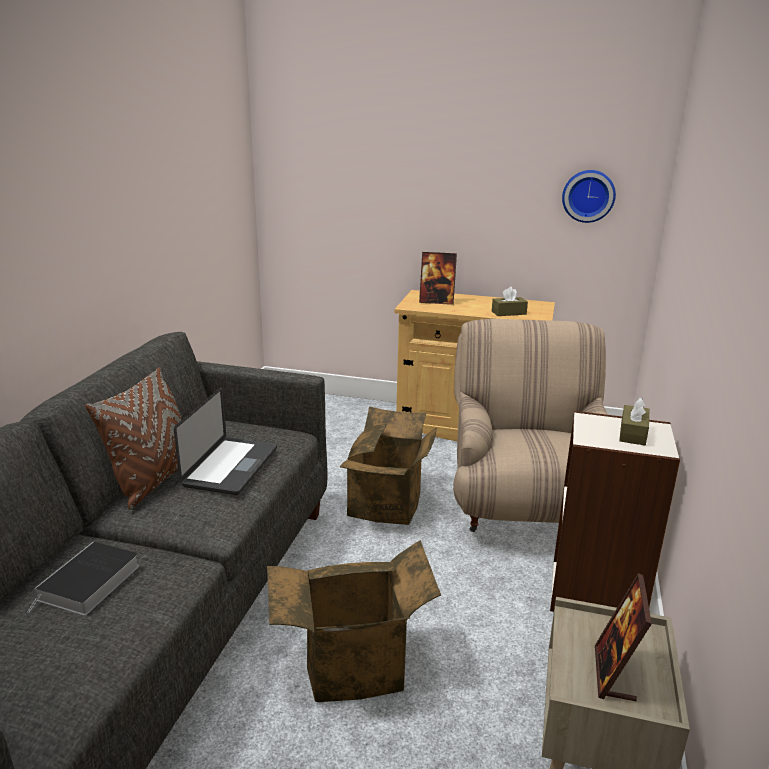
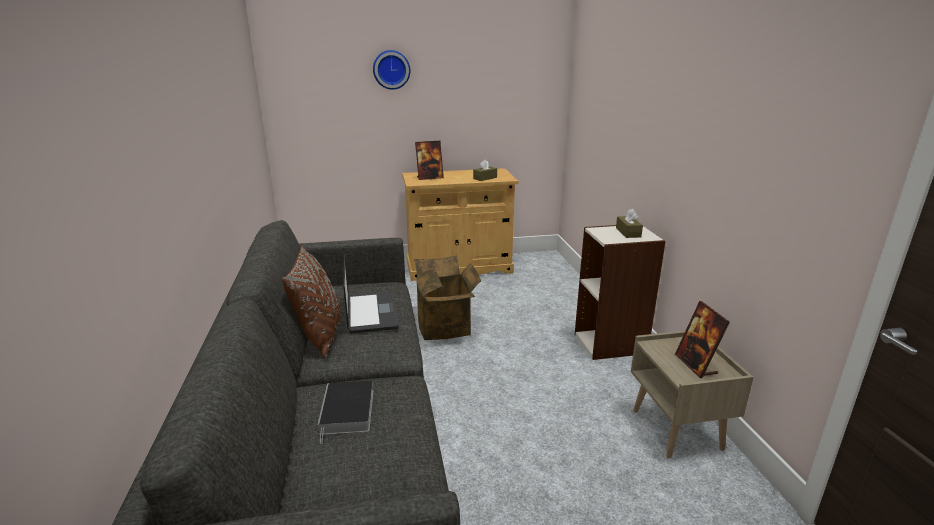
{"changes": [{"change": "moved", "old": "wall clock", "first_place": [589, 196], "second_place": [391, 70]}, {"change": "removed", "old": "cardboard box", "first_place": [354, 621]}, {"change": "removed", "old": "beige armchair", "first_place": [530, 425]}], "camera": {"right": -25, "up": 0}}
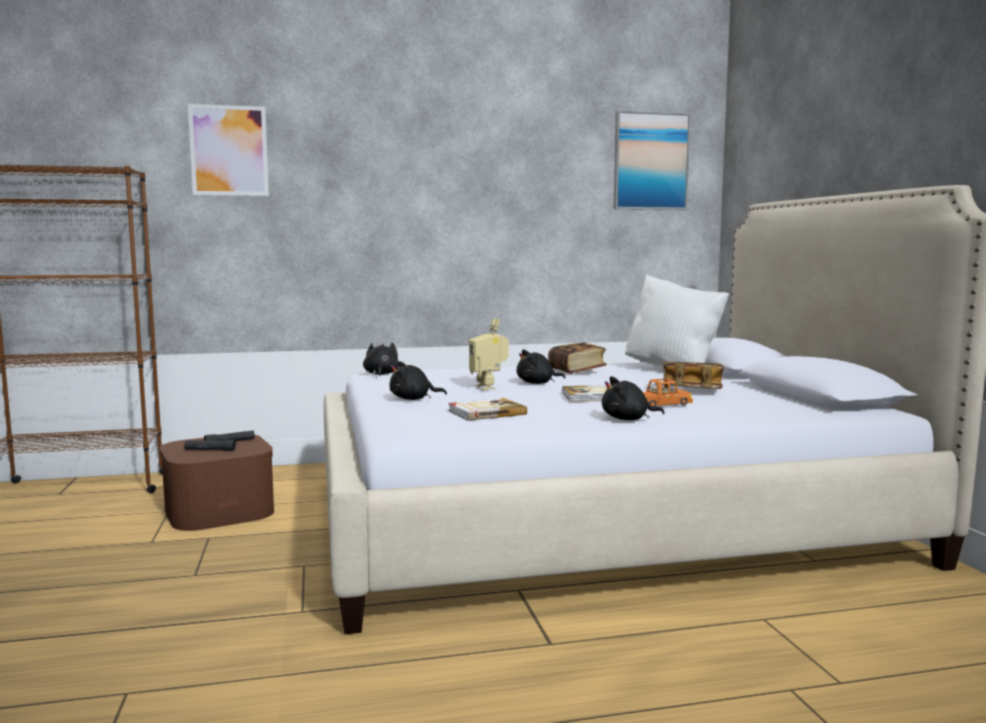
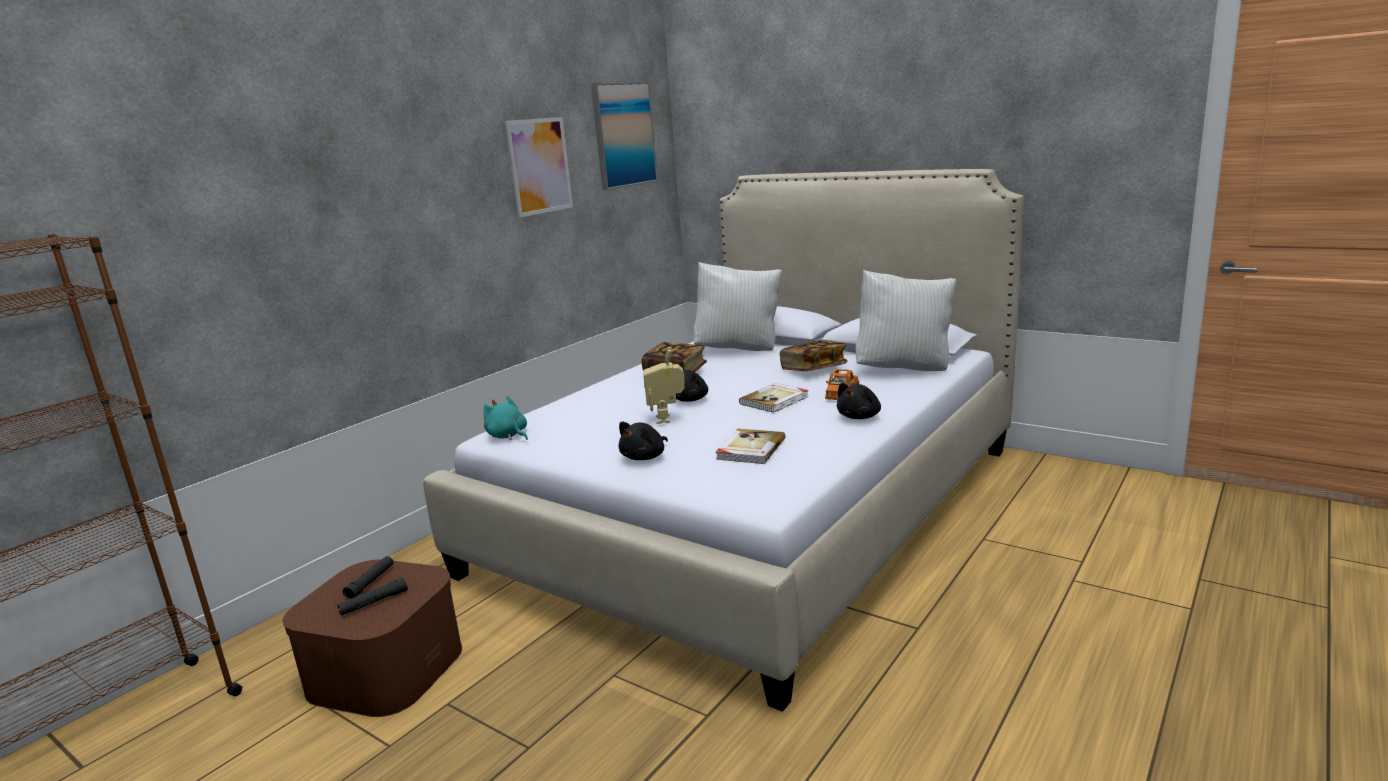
{"changes": [{"change": "recoloured", "old": "black plush toy", "new": "turquoise plush toy", "first_place": [381, 359], "second_place": [505, 418]}, {"change": "moved", "old": "picture", "first_place": [228, 150], "second_place": [538, 167]}, {"change": "turned", "old": "toy robot", "first_place": [489, 354], "second_place": [664, 385], "degrees": 60}, {"change": "added", "new": "white pillow", "second_place": [905, 320]}], "camera": {"right": -40, "up": 10}}
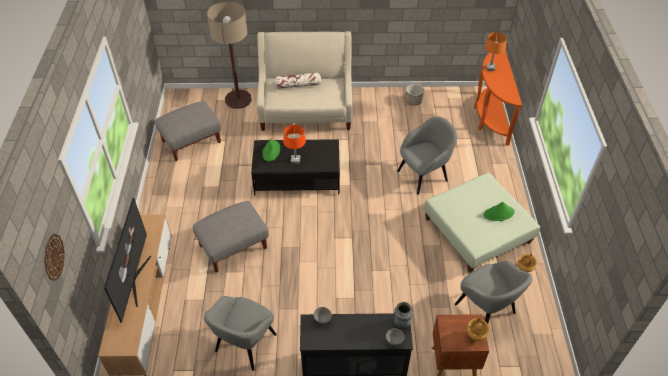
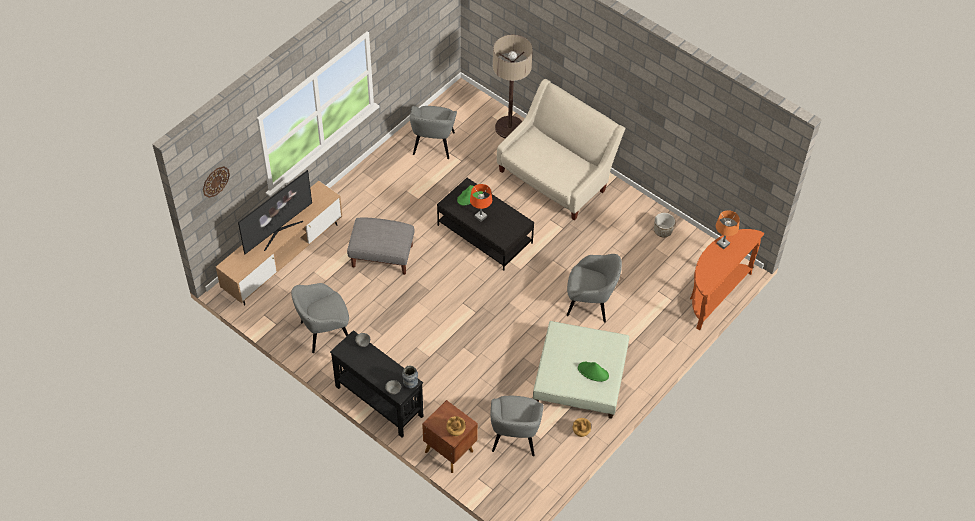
{"changes": [{"change": "replaced", "old": "grey ottoman", "new": "grey armchair", "first_place": [188, 131], "second_place": [433, 132]}, {"change": "removed", "old": "pillow", "first_place": [297, 80]}], "camera": {"right": 40, "up": 5}}
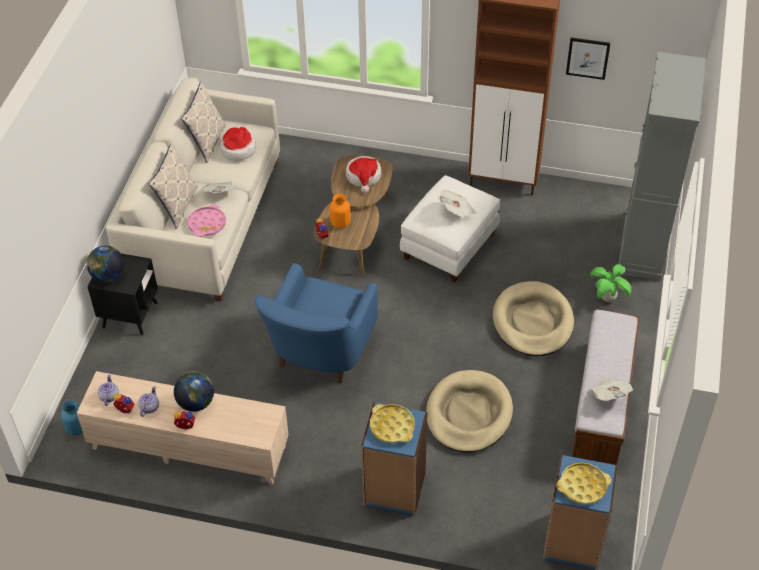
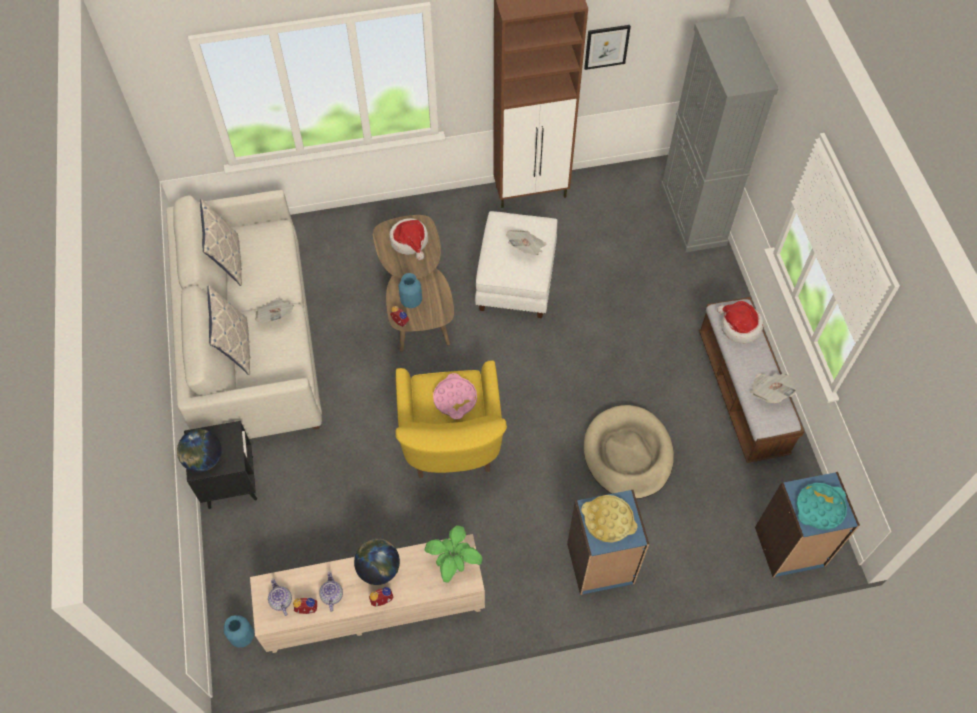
{"changes": [{"change": "recoloured", "old": "blue armchair", "new": "yellow armchair", "first_place": [316, 323], "second_place": [451, 419]}, {"change": "recoloured", "old": "orange vase", "new": "blue vase", "first_place": [340, 211], "second_place": [410, 290]}, {"change": "moved", "old": "potted plant", "first_place": [611, 283], "second_place": [453, 554]}, {"change": "moved", "old": "pink tray", "first_place": [207, 220], "second_place": [455, 396]}, {"change": "moved", "old": "hat", "first_place": [238, 144], "second_place": [740, 322]}, {"change": "recoloured", "old": "yellow tray", "new": "turquoise tray", "first_place": [583, 483], "second_place": [821, 506]}, {"change": "removed", "old": "beige dog bed", "first_place": [533, 318]}], "camera": {"right": -25, "up": 10}}
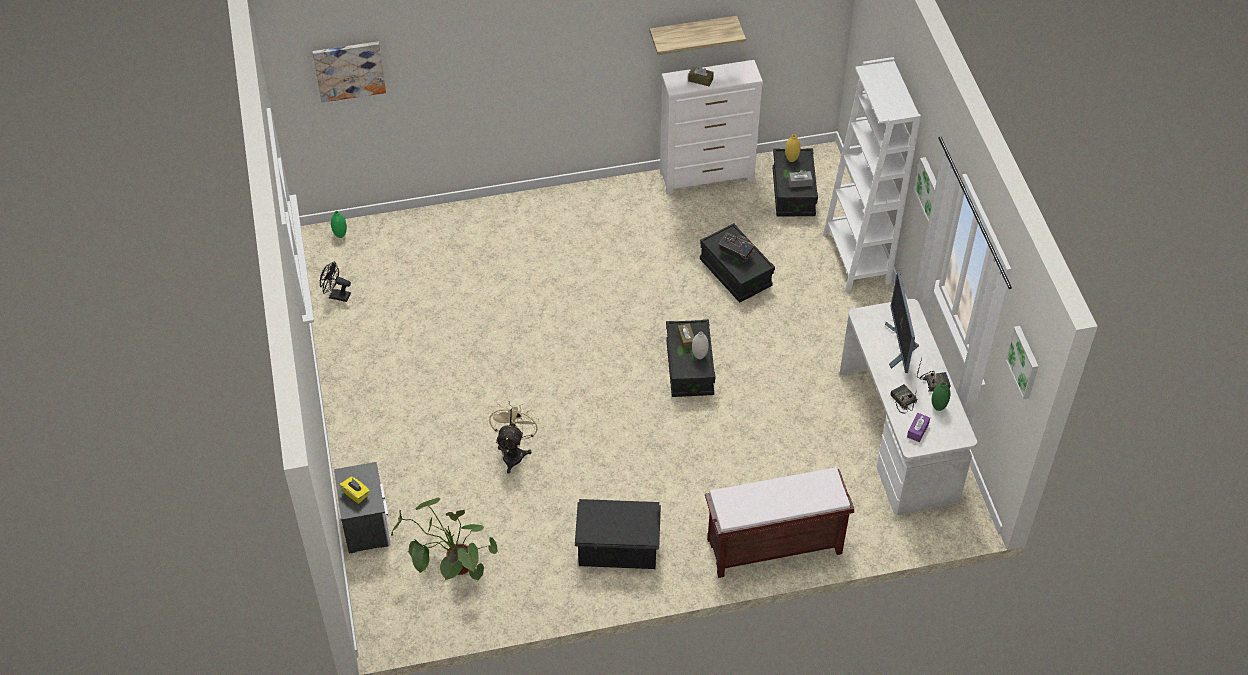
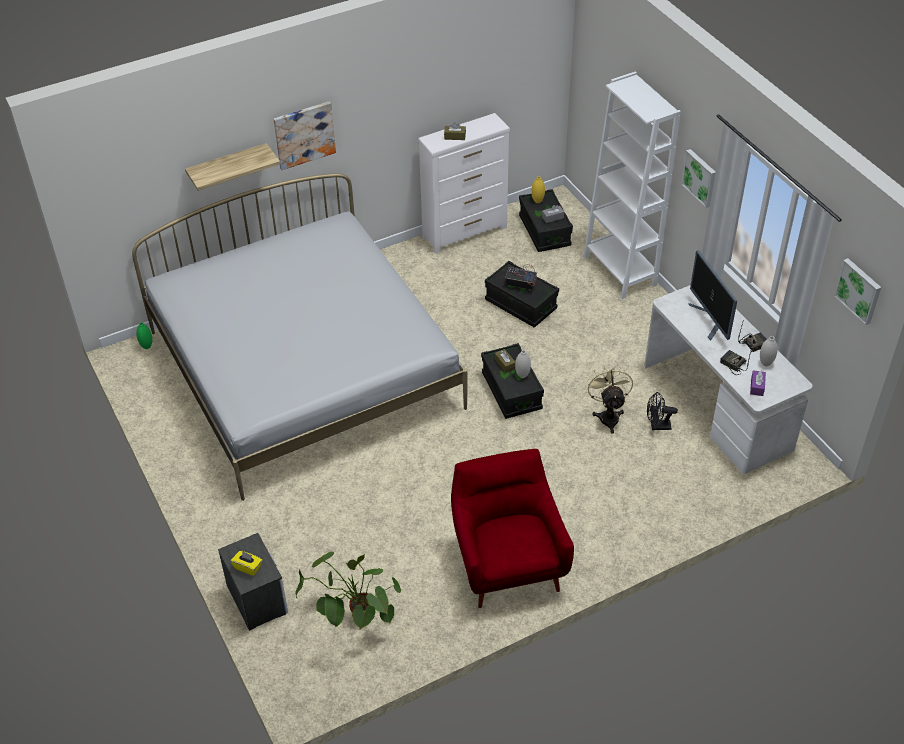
{"changes": [{"change": "added", "new": "white bed", "second_place": [299, 337]}, {"change": "moved", "old": "shelf", "first_place": [698, 35], "second_place": [232, 167]}, {"change": "moved", "old": "picture", "first_place": [349, 72], "second_place": [304, 135]}, {"change": "replaced", "old": "black storage box", "new": "red armchair", "first_place": [618, 534], "second_place": [512, 528]}, {"change": "moved", "old": "beige fan", "first_place": [514, 437], "second_place": [610, 399]}, {"change": "moved", "old": "black fan", "first_place": [335, 282], "second_place": [662, 411]}, {"change": "recoloured", "old": "green vase", "new": "white vase", "first_place": [941, 396], "second_place": [769, 351]}, {"change": "removed", "old": "brown bench", "first_place": [779, 522]}], "camera": {"right": -15, "up": -5}}
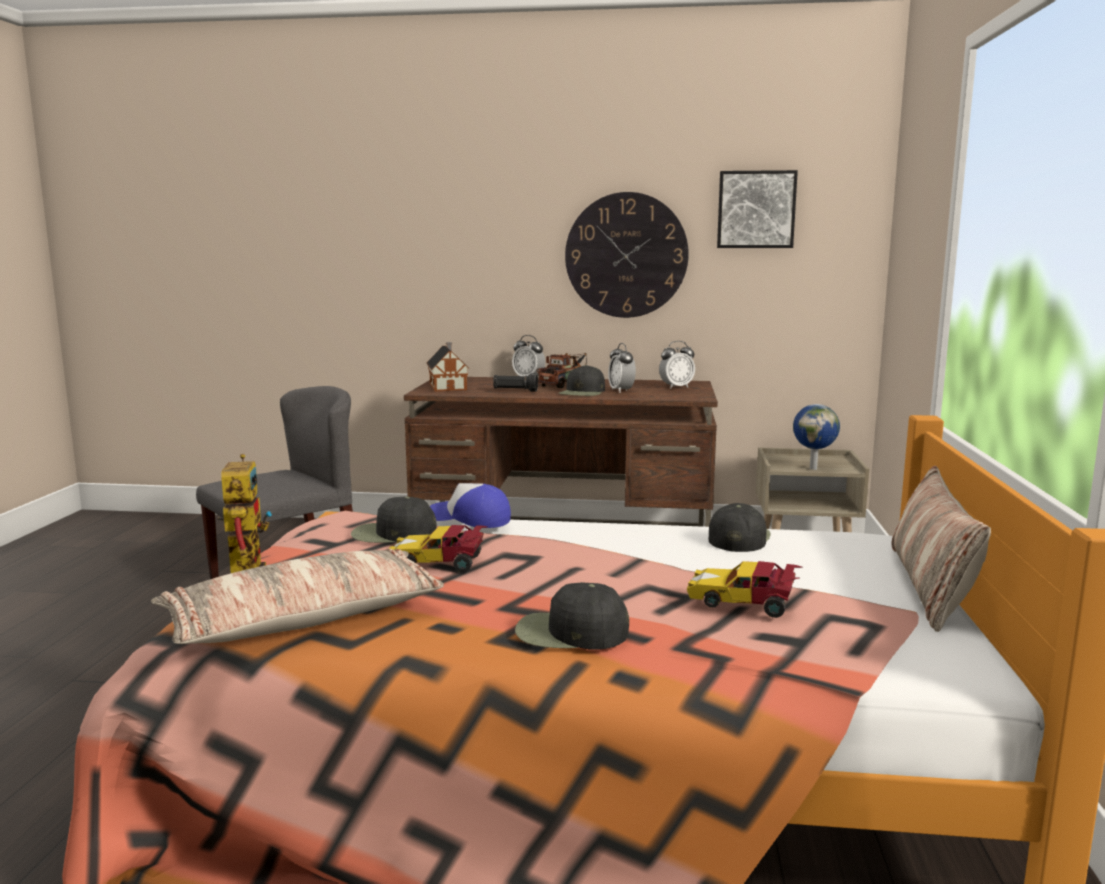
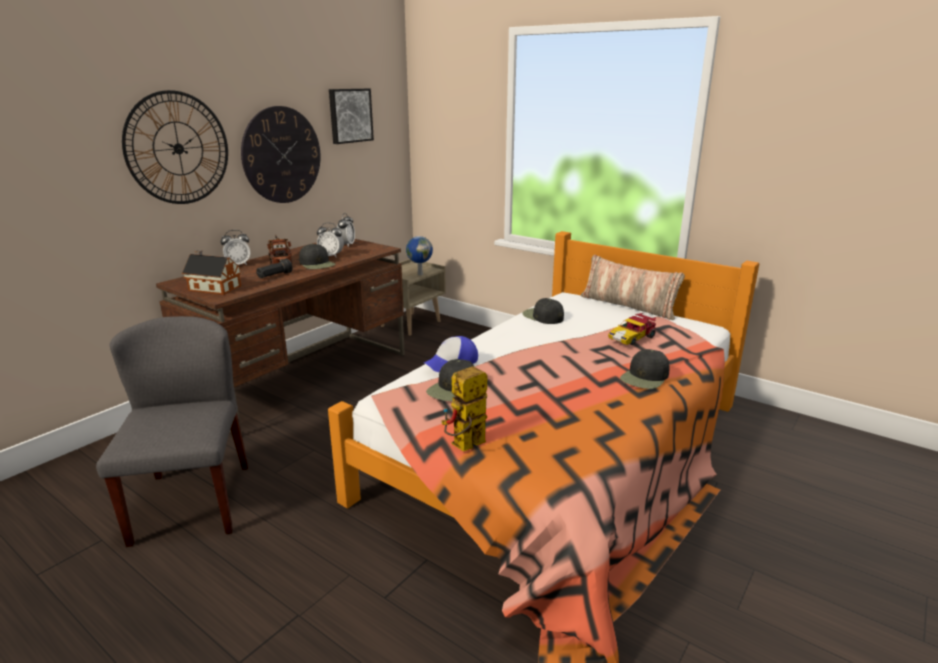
{"changes": [{"change": "added", "new": "wall clock", "second_place": [175, 147]}, {"change": "turned", "old": "toy robot", "first_place": [244, 513], "second_place": [464, 409], "degrees": -60}, {"change": "removed", "old": "pillow", "first_place": [297, 596]}, {"change": "removed", "old": "toy car", "first_place": [437, 548]}], "camera": {"right": -60, "up": 10}}
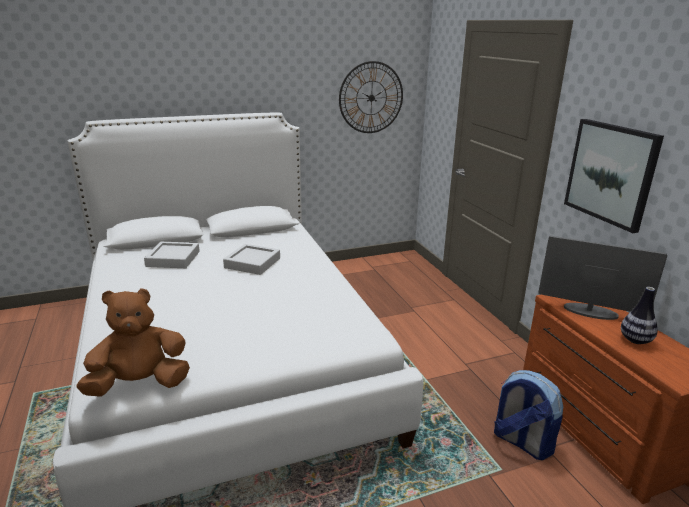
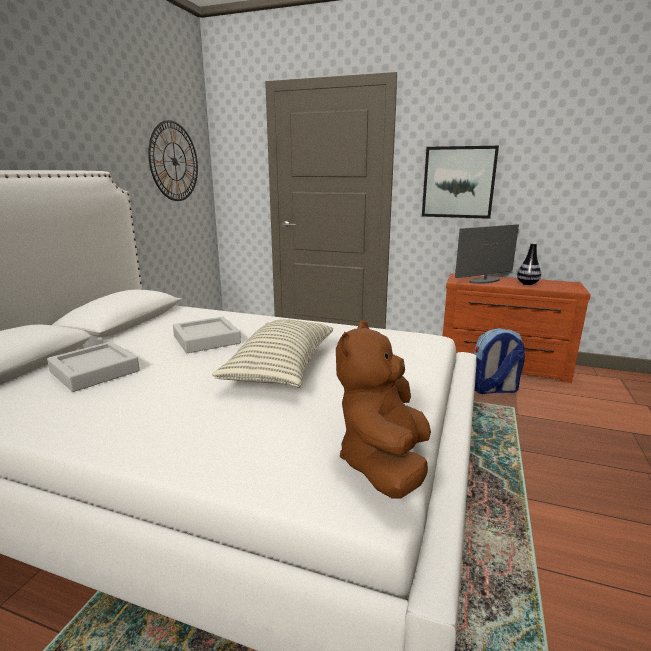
{"changes": [{"change": "added", "new": "pillow", "second_place": [272, 353]}], "camera": {"right": -50, "up": -5}}
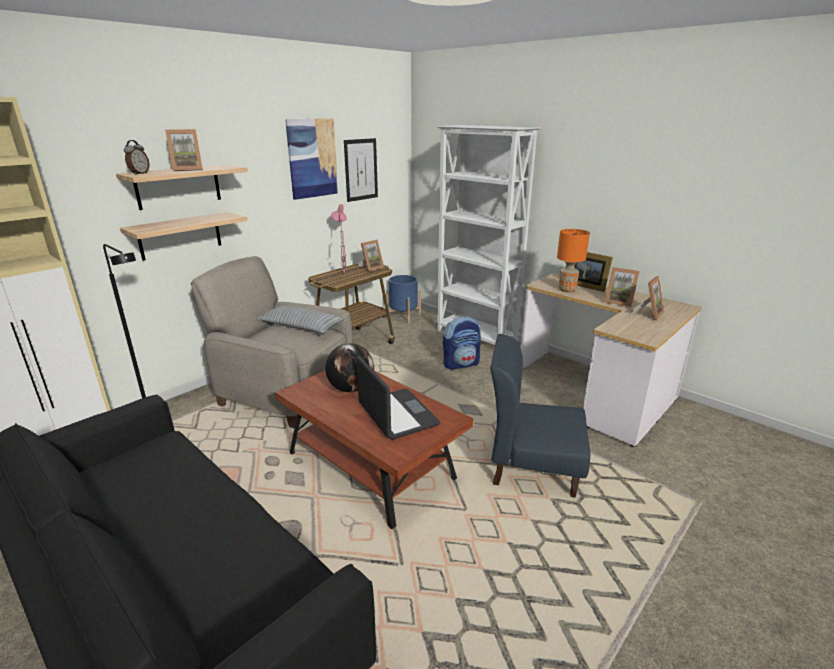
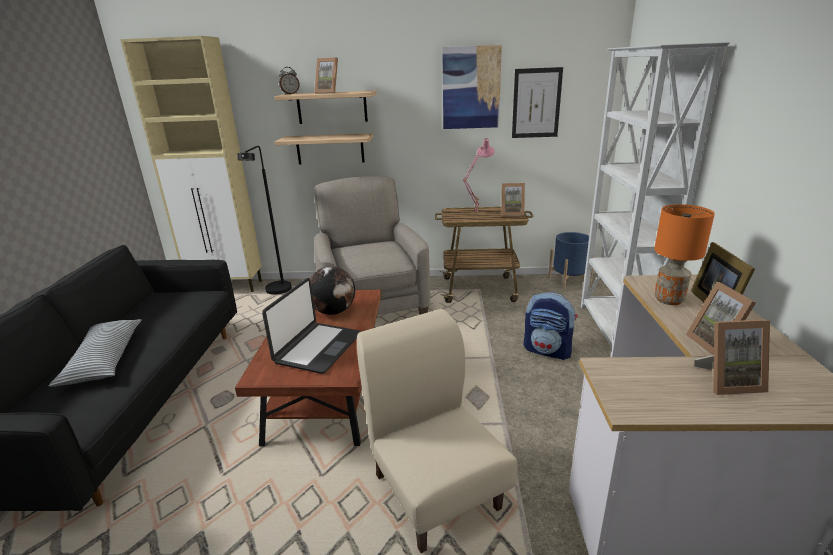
{"changes": [{"change": "moved", "old": "pillow", "first_place": [300, 319], "second_place": [95, 353]}, {"change": "recoloured", "old": "blue chair", "new": "beige chair", "first_place": [540, 416], "second_place": [437, 431]}], "camera": {"right": 50, "up": 0}}
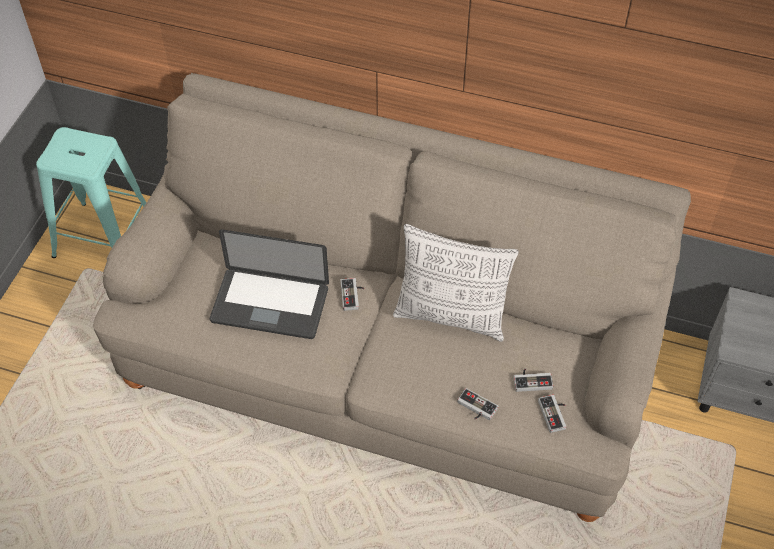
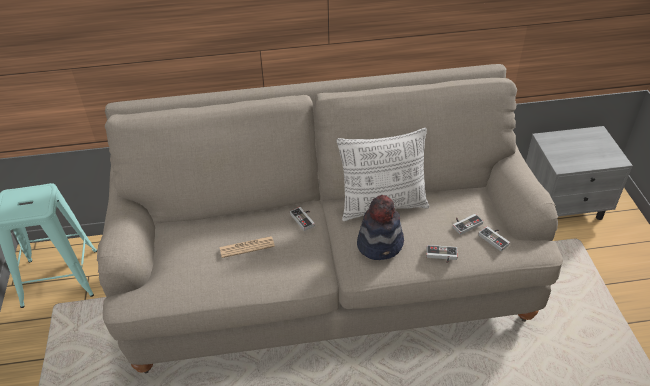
{"changes": [{"change": "replaced", "old": "laptop", "new": "newspaper", "first_place": [269, 284], "second_place": [247, 247]}, {"change": "added", "new": "hat", "second_place": [380, 227]}], "camera": {"right": -25, "up": -10}}
